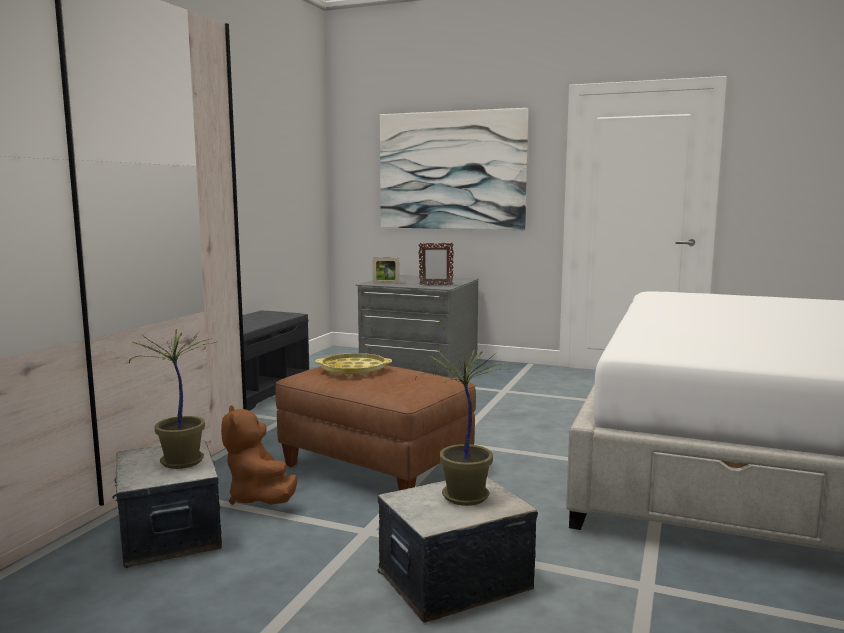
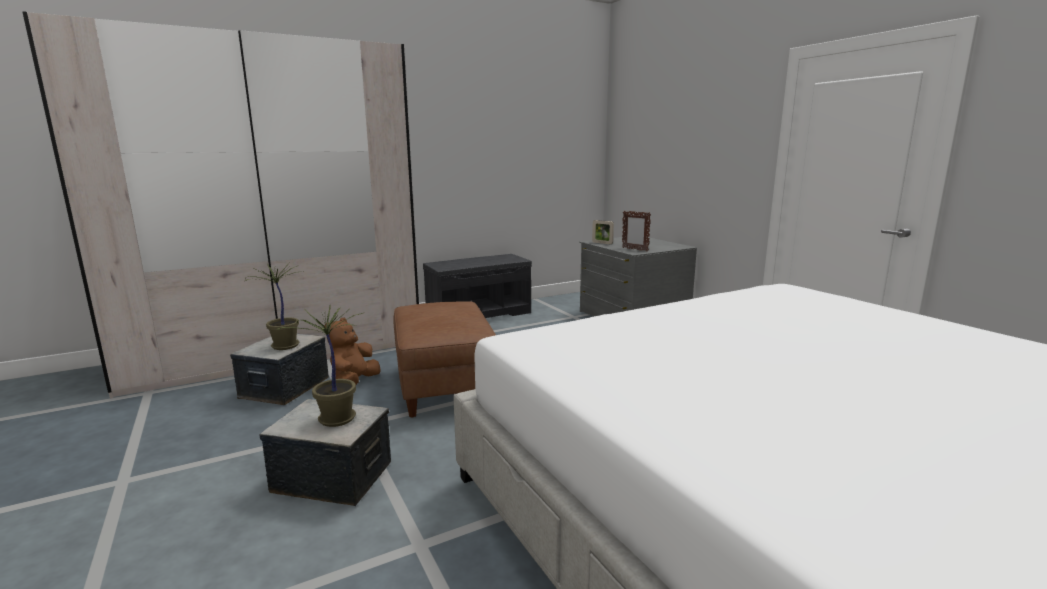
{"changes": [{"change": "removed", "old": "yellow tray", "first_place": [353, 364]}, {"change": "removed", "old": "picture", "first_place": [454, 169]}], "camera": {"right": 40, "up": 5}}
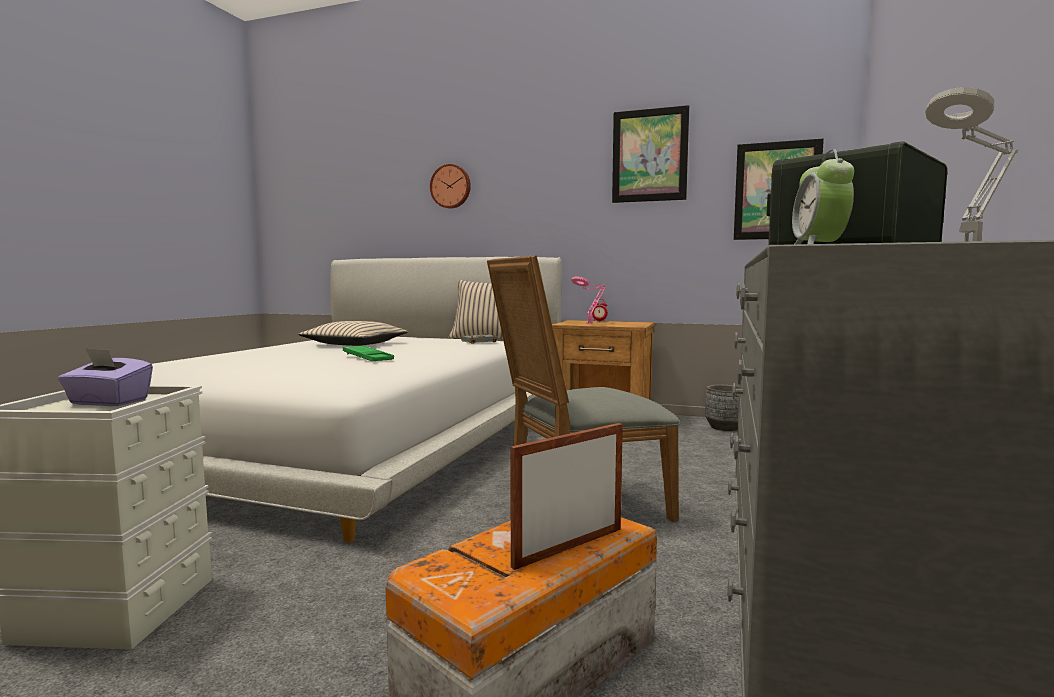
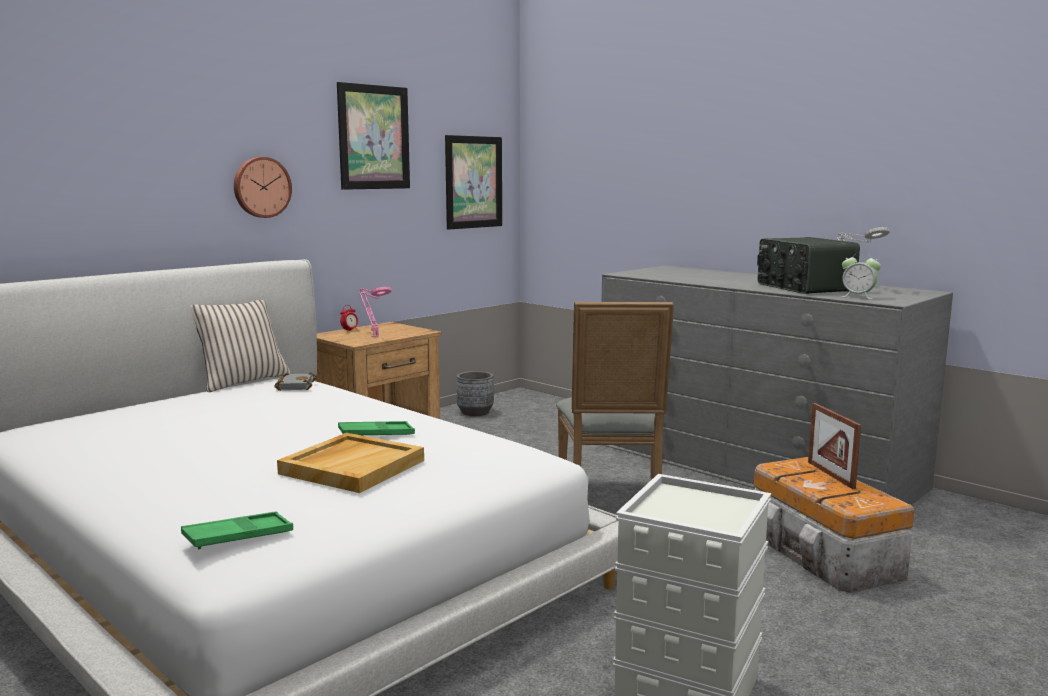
{"changes": [{"change": "added", "new": "green tray", "second_place": [237, 530]}, {"change": "moved", "old": "wall clock", "first_place": [450, 186], "second_place": [263, 187]}, {"change": "added", "new": "beige tray", "second_place": [350, 463]}, {"change": "removed", "old": "purple tissue box", "first_place": [105, 377]}, {"change": "removed", "old": "beige pillow", "first_place": [353, 333]}], "camera": {"right": -65, "up": 5}}
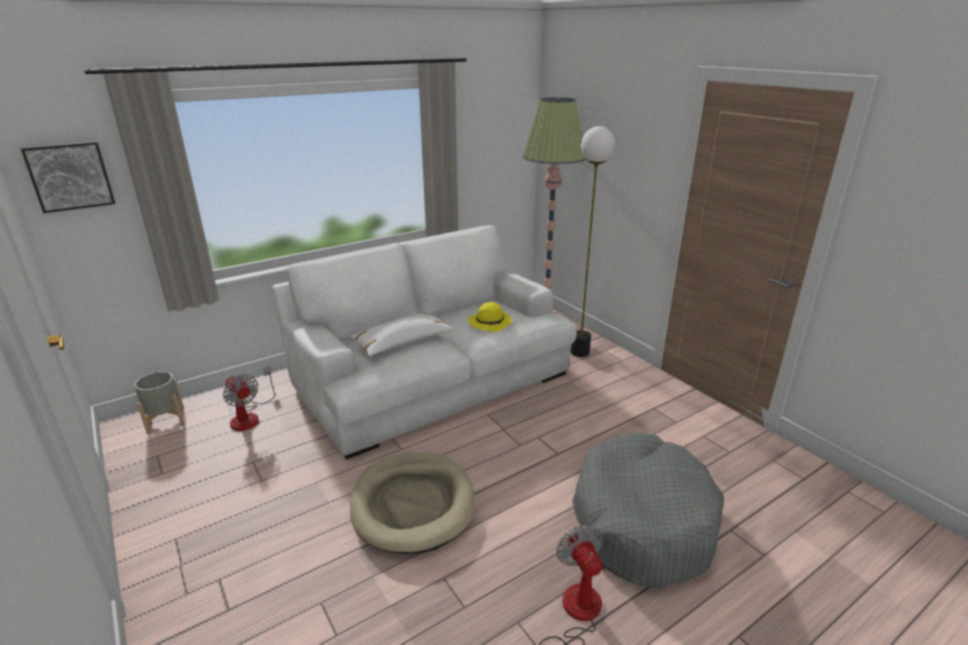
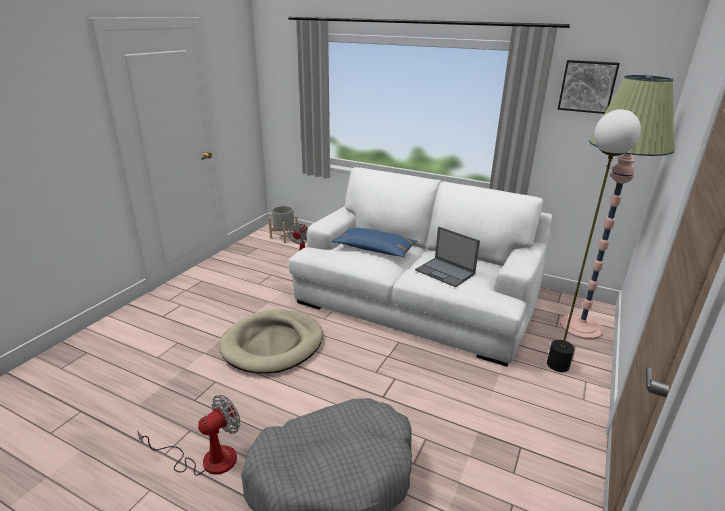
{"changes": [{"change": "recoloured", "old": "white pillow", "new": "blue pillow", "first_place": [402, 334], "second_place": [375, 242]}, {"change": "replaced", "old": "yellow hat", "new": "laptop", "first_place": [490, 317], "second_place": [447, 257]}, {"change": "moved", "old": "picture", "first_place": [68, 177], "second_place": [588, 87]}], "camera": {"right": 60, "up": 0}}
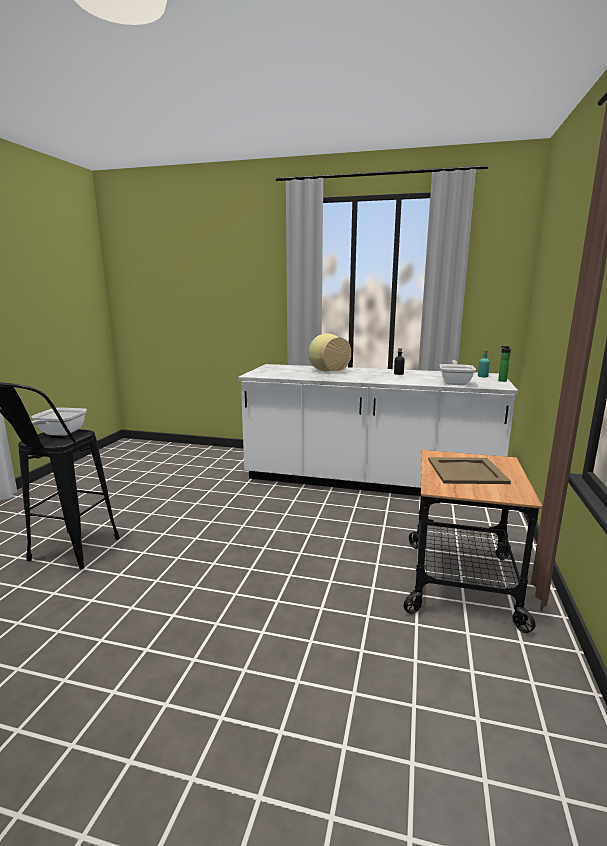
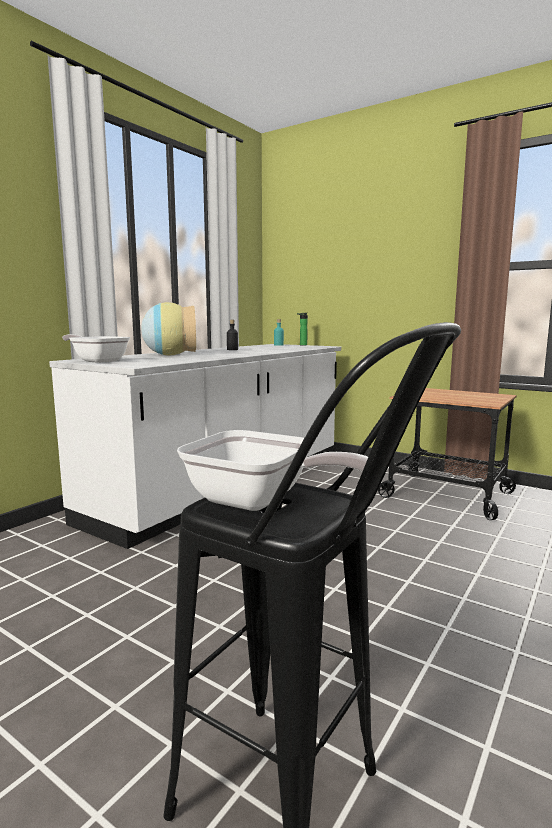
{"changes": [{"change": "moved", "old": "frying pan", "first_place": [458, 372], "second_place": [96, 348]}, {"change": "removed", "old": "beige tray", "first_place": [469, 470]}], "camera": {"right": -70, "up": -5}}
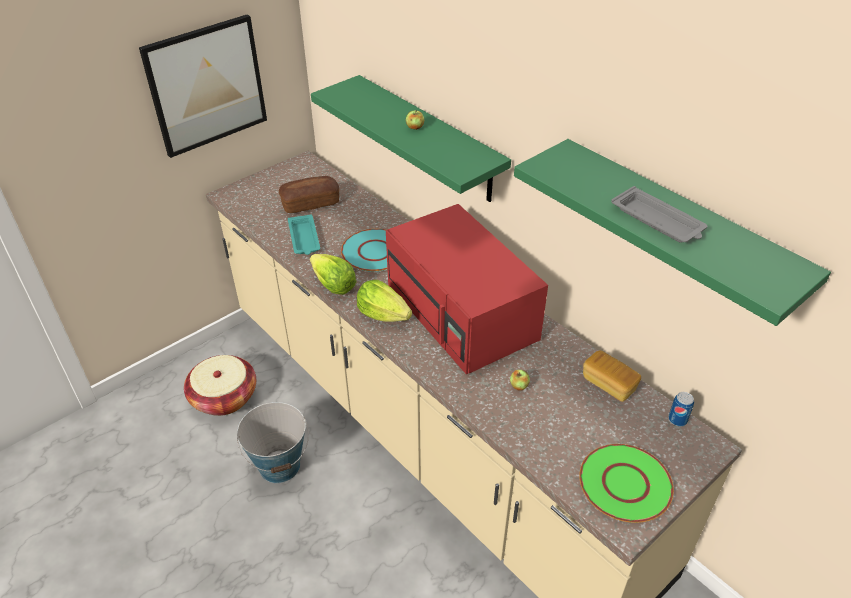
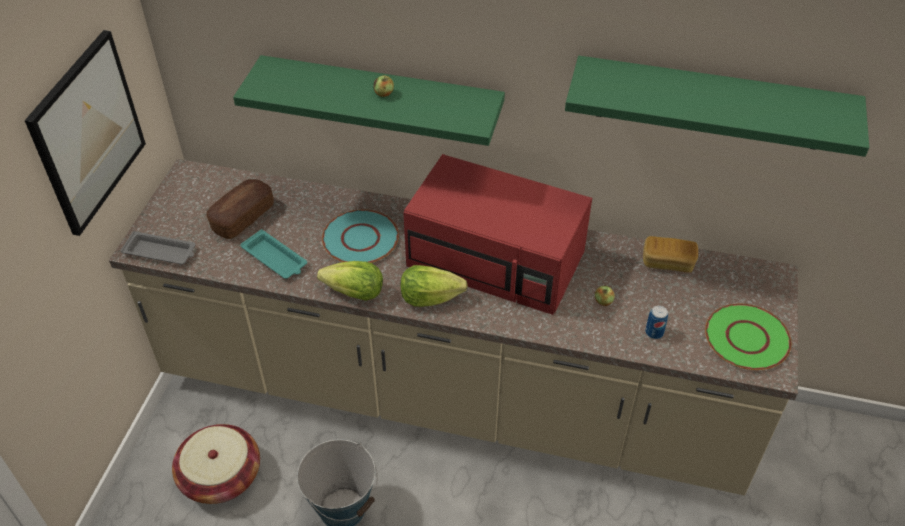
{"changes": [{"change": "moved", "old": "grey tray", "first_place": [659, 214], "second_place": [158, 248]}, {"change": "moved", "old": "can", "first_place": [681, 409], "second_place": [656, 322]}], "camera": {"right": -35, "up": 5}}
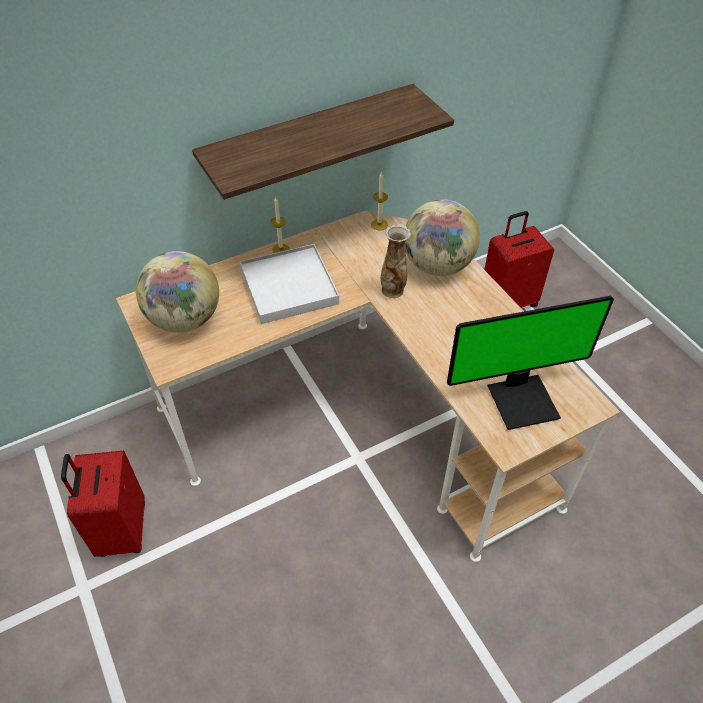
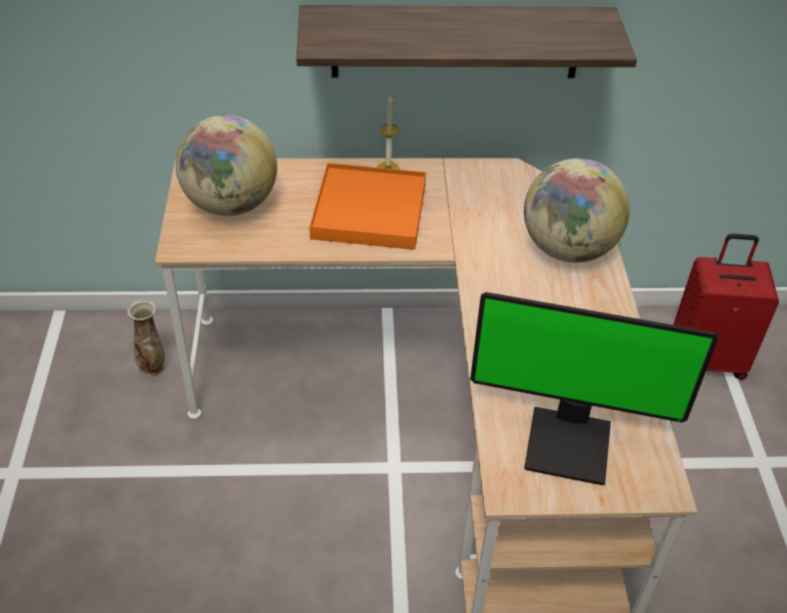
{"changes": [{"change": "moved", "old": "vase", "first_place": [396, 261], "second_place": [145, 338]}, {"change": "recoloured", "old": "white tray", "new": "orange tray", "first_place": [289, 284], "second_place": [367, 206]}, {"change": "removed", "old": "red suitcase", "first_place": [103, 503]}, {"change": "removed", "old": "candle", "first_place": [379, 201]}], "camera": {"right": 25, "up": -5}}
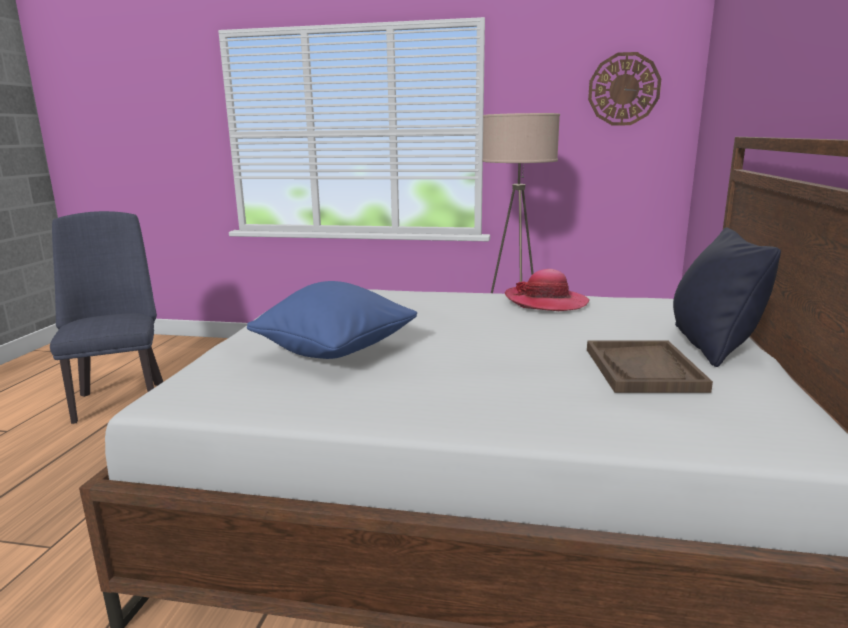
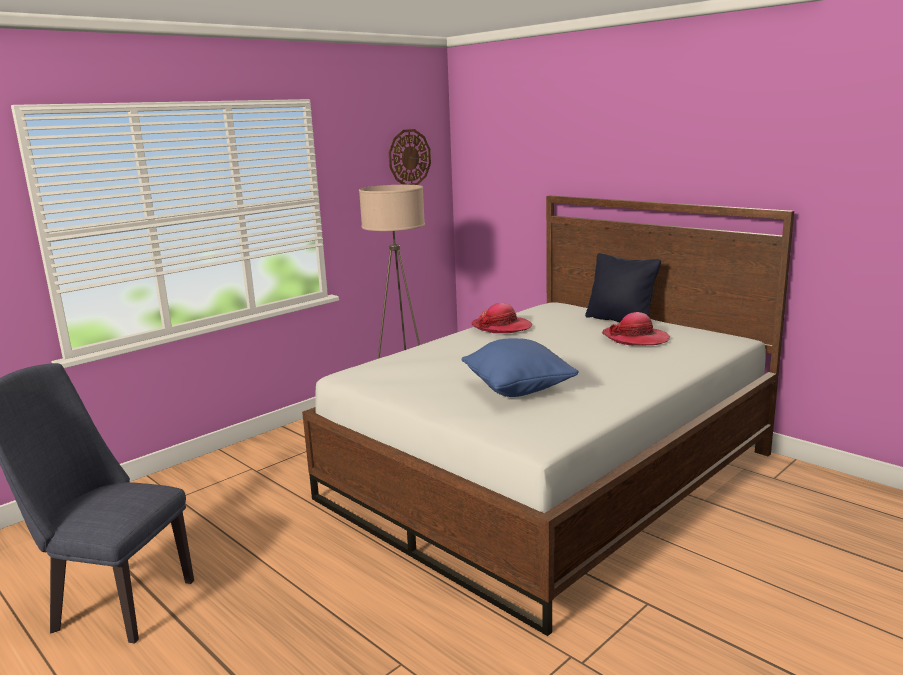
{"changes": [{"change": "replaced", "old": "brown tray", "new": "hat", "first_place": [650, 366], "second_place": [636, 329]}], "camera": {"right": -55, "up": 0}}
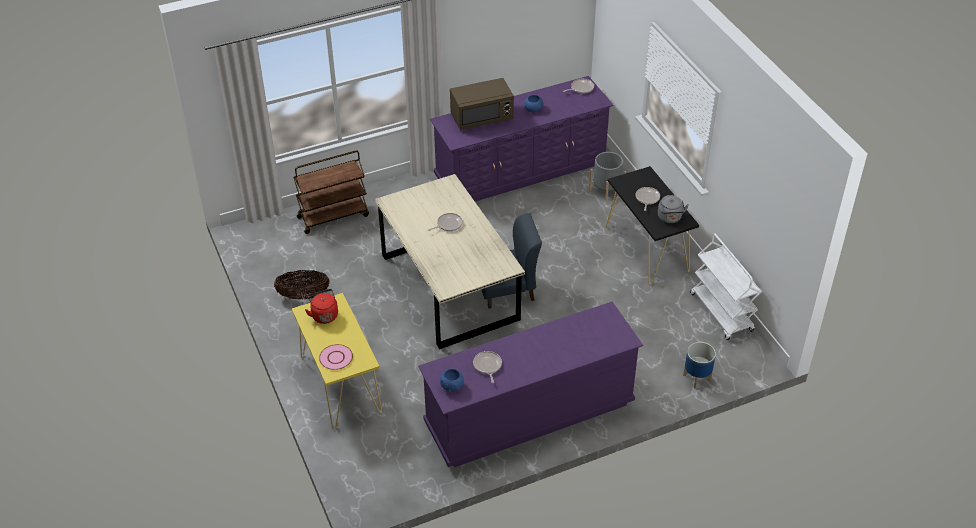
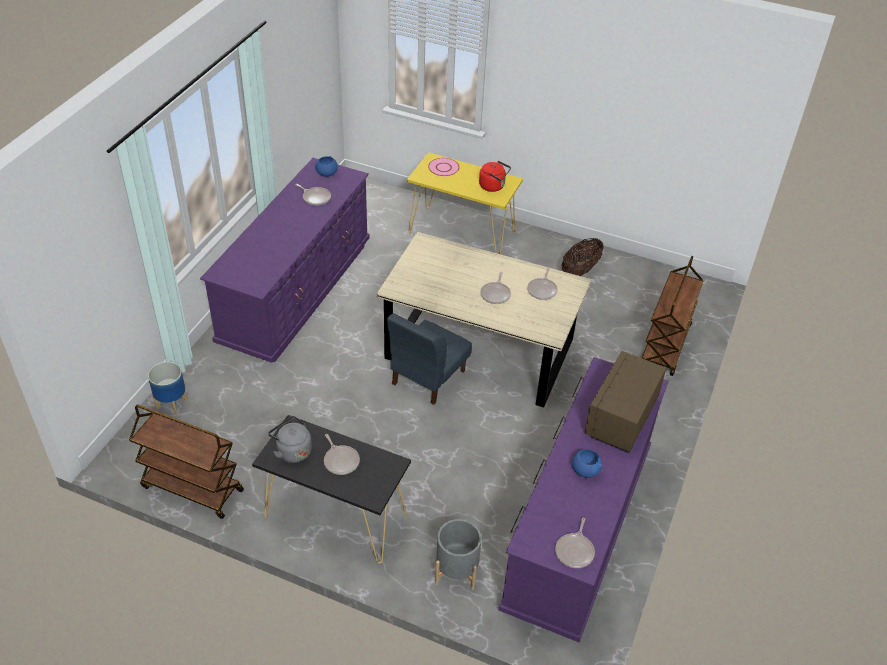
{"changes": [{"change": "recoloured", "old": "white cart", "new": "brown cart", "first_place": [725, 286], "second_place": [186, 461]}, {"change": "added", "new": "frying pan", "second_place": [542, 284]}], "camera": {"right": 135, "up": 0}}
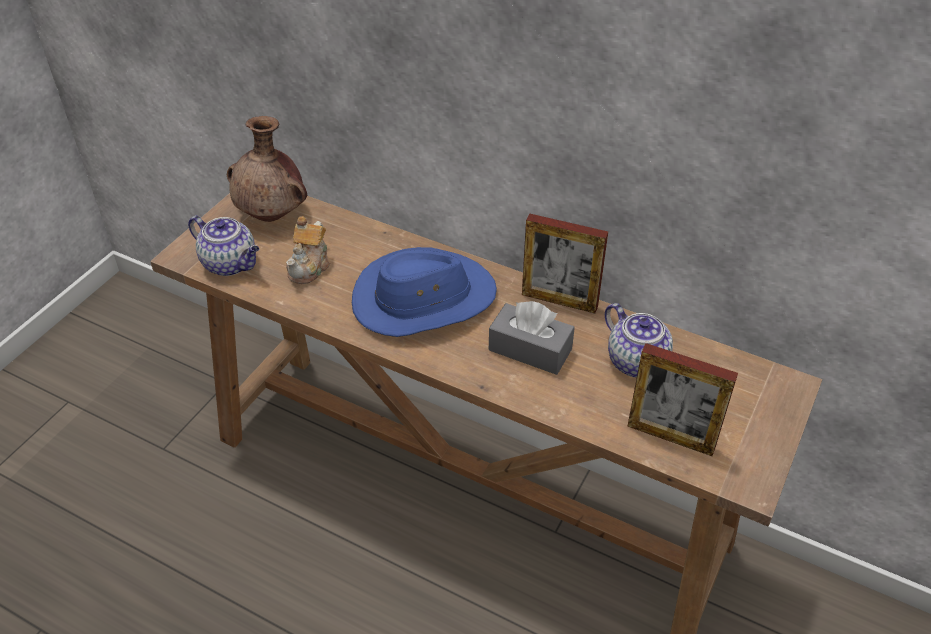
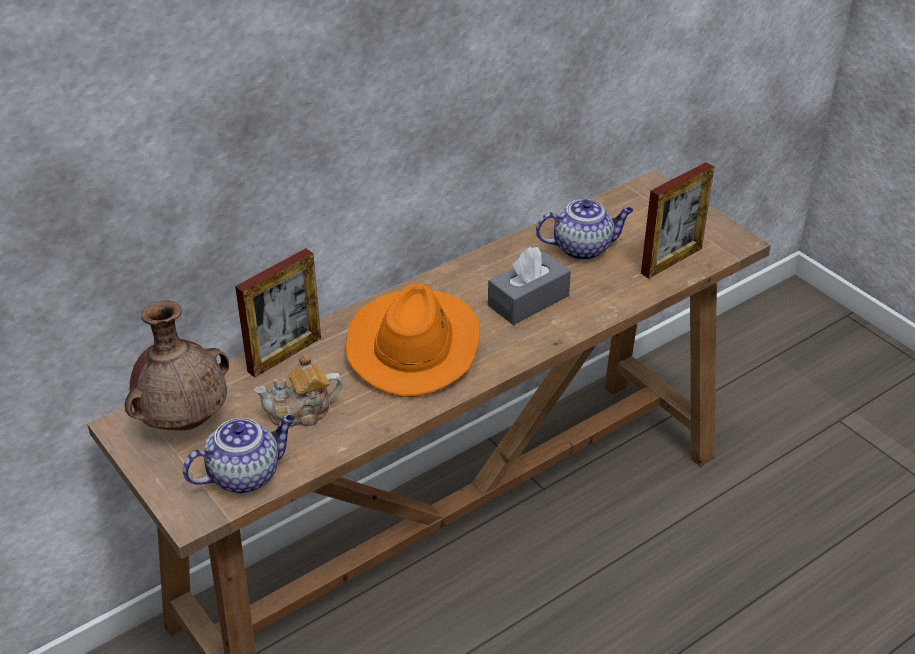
{"changes": [{"change": "moved", "old": "picture frame", "first_place": [565, 263], "second_place": [278, 313]}, {"change": "turned", "old": "teapot", "first_place": [308, 250], "second_place": [298, 389], "degrees": 120}, {"change": "recoloured", "old": "blue hat", "new": "orange hat", "first_place": [424, 292], "second_place": [413, 340]}], "camera": {"right": -65, "up": -5}}
